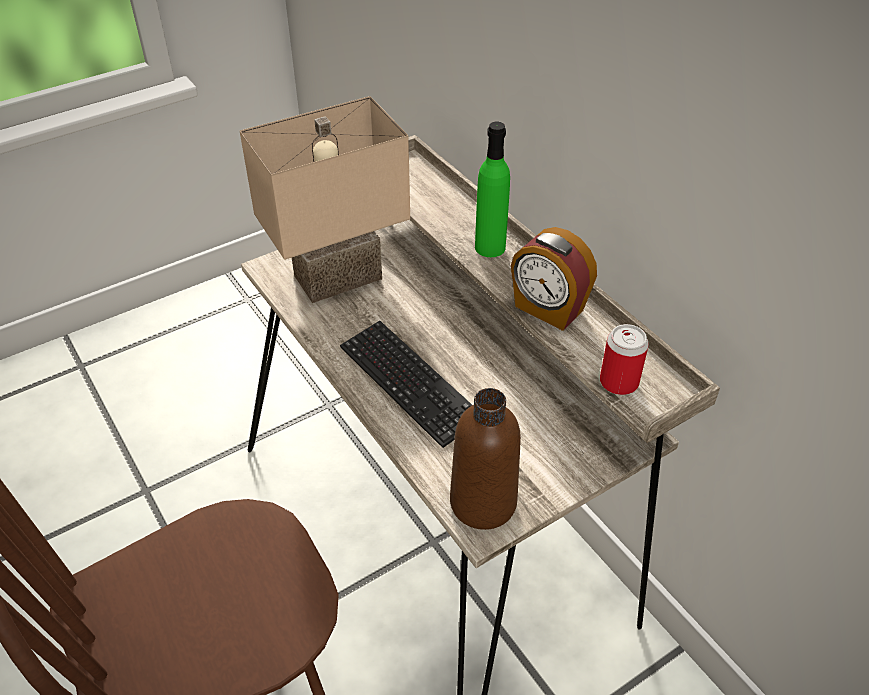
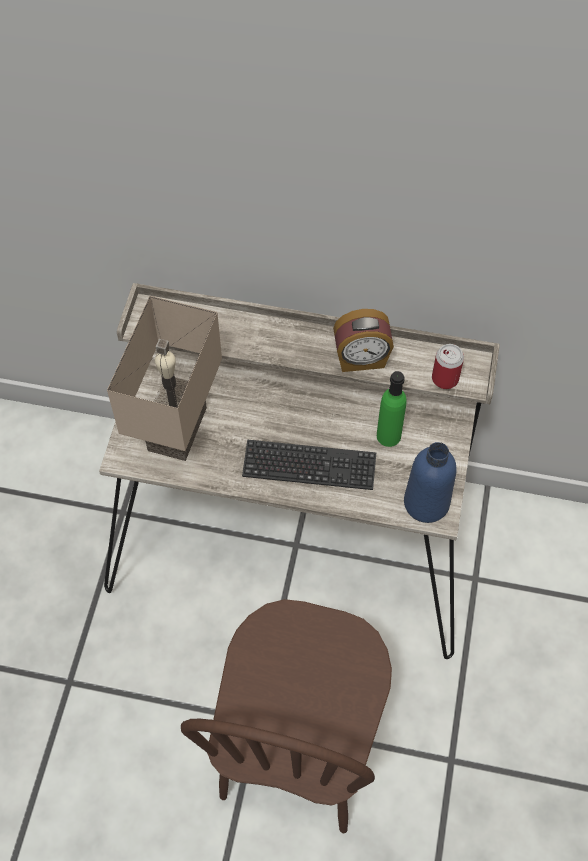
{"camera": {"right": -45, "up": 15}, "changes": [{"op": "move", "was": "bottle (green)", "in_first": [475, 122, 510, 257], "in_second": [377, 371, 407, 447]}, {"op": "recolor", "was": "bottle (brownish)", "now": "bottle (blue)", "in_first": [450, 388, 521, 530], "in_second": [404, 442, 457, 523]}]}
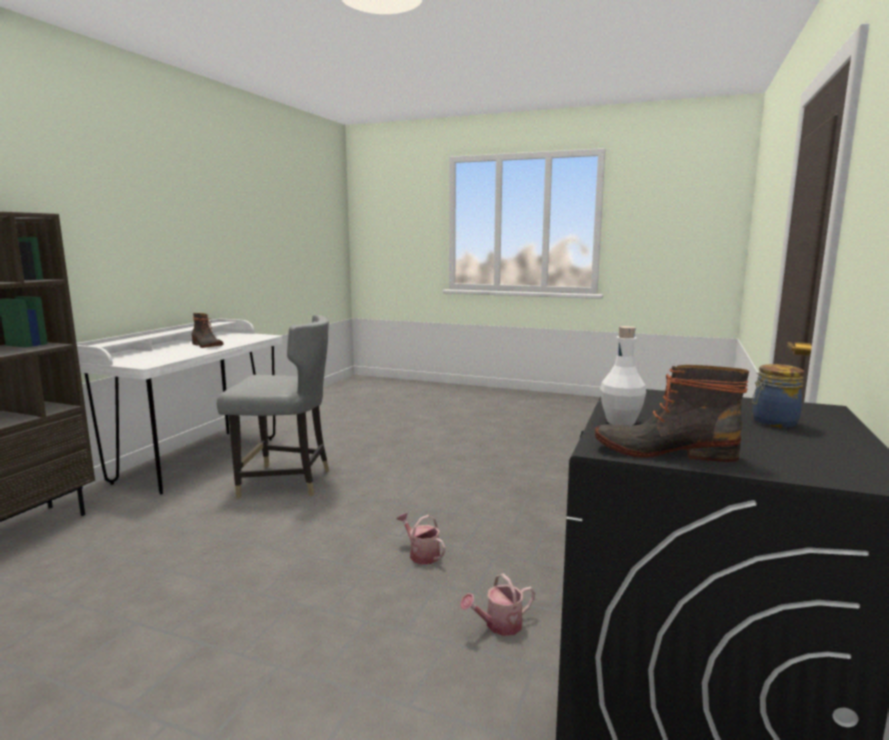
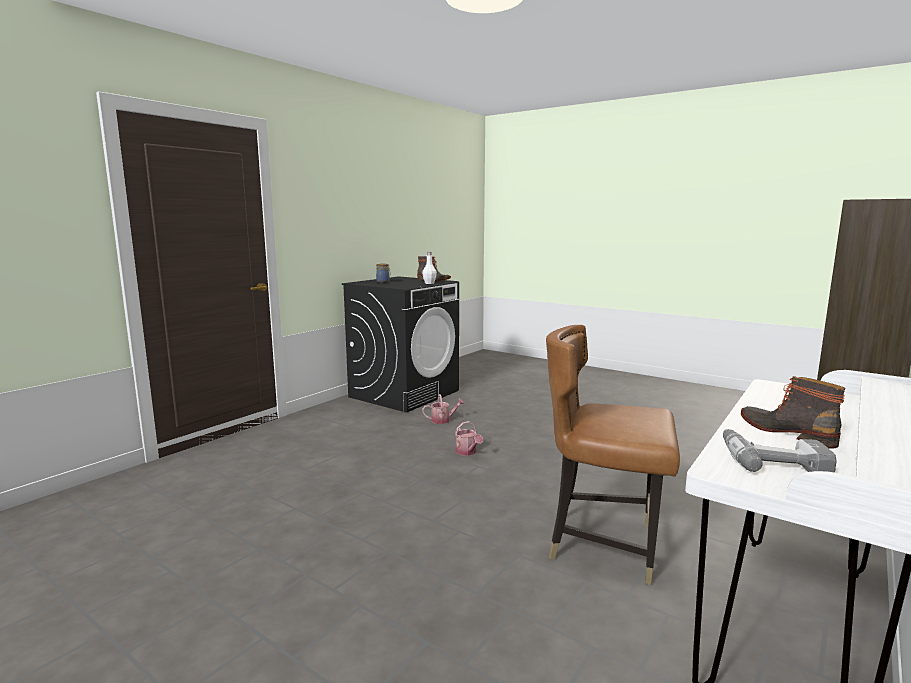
{"camera": {"right": -165, "up": 0}, "changes": [{"op": "insert", "now": "drill", "in_second": [723, 429, 837, 473]}, {"op": "recolor", "was": "chair (greyish)", "now": "chair (brownish)", "in_first": [217, 315, 329, 498], "in_second": [546, 325, 680, 585]}]}
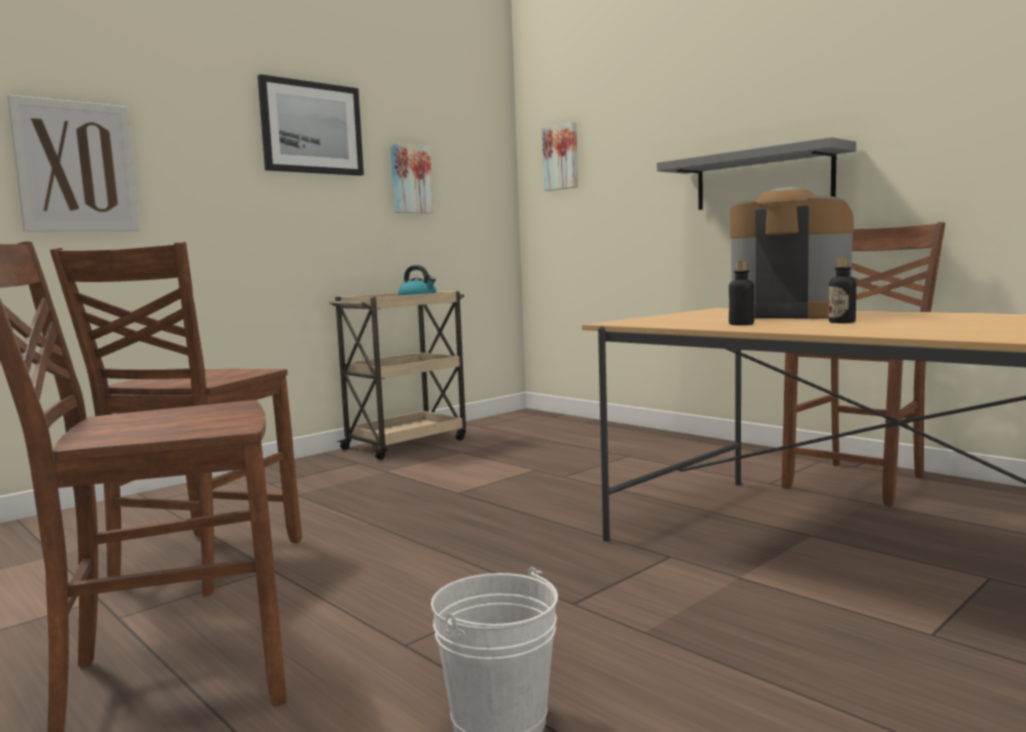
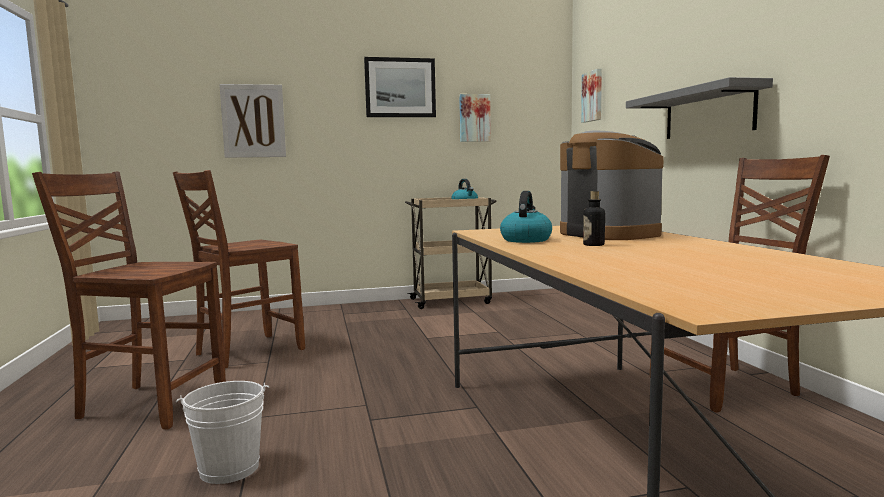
{"camera": {"right": 30, "up": 0}, "changes": [{"op": "replace", "was": "bottle", "now": "kettle", "in_first": [729, 261, 754, 325], "in_second": [500, 191, 552, 243]}]}
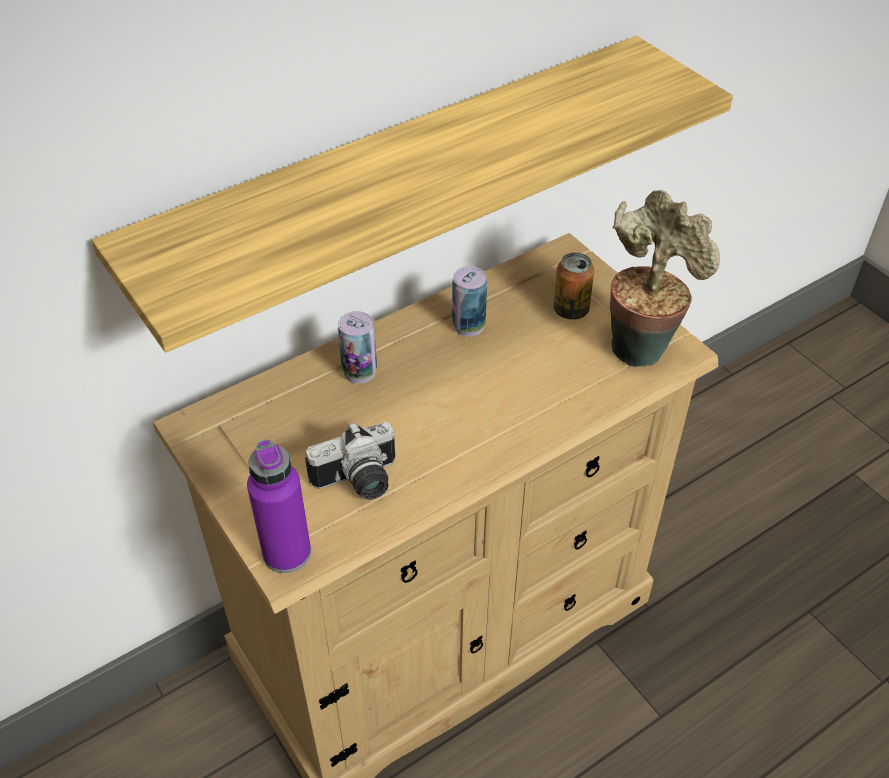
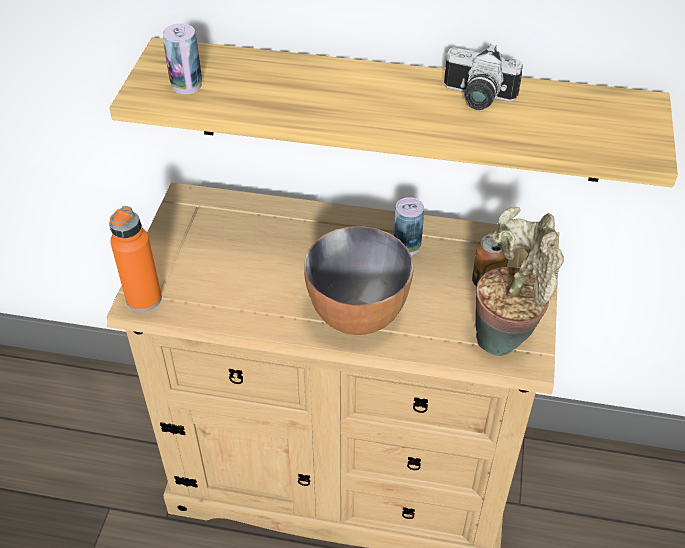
{"camera": {"right": 45, "up": 0}, "changes": [{"op": "insert", "now": "deep dish", "in_second": [304, 226, 414, 335]}, {"op": "move", "was": "photo camera", "in_first": [305, 422, 395, 500], "in_second": [444, 44, 523, 110]}, {"op": "move", "was": "can", "in_first": [338, 311, 377, 384], "in_second": [163, 23, 202, 94]}, {"op": "recolor", "was": "bottle (purple)", "now": "bottle (orangey)", "in_first": [247, 439, 311, 573], "in_second": [109, 206, 162, 312]}]}
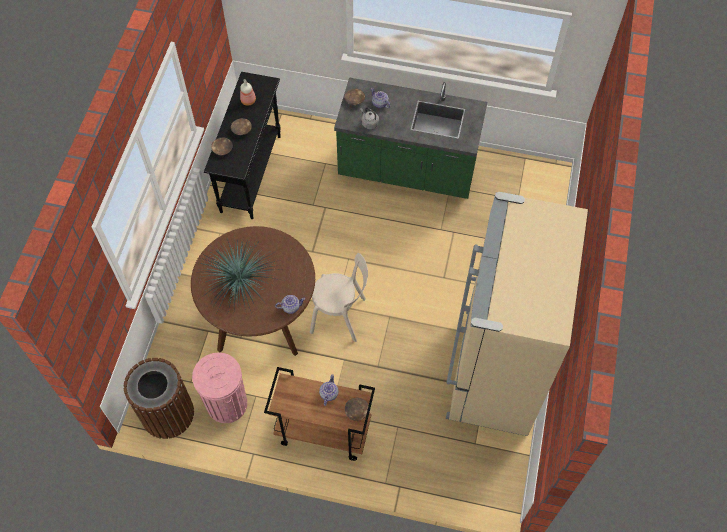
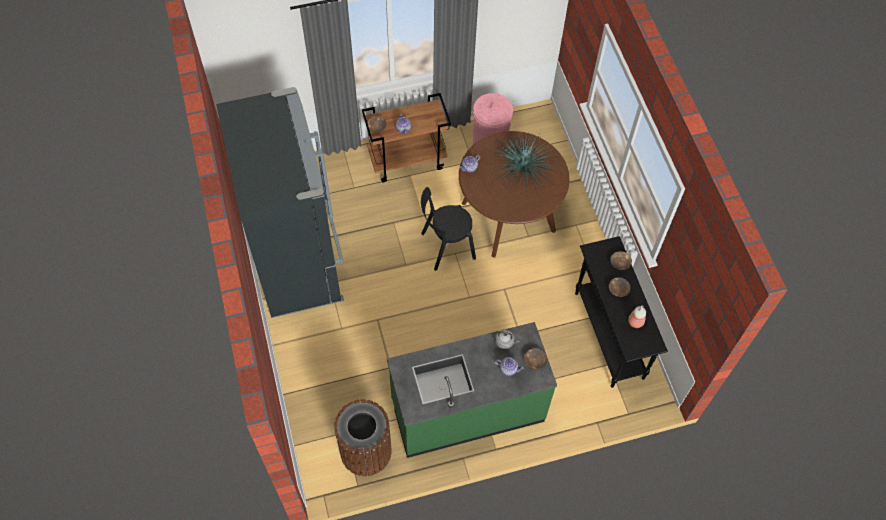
{"camera": {"right": 150, "up": 0}, "changes": [{"op": "move", "was": "trash can (brownish)", "in_first": [124, 358, 194, 439], "in_second": [334, 399, 392, 476]}, {"op": "recolor", "was": "chair (beige)", "now": "chair (blackish)", "in_first": [310, 253, 368, 342], "in_second": [421, 187, 476, 271]}, {"op": "recolor", "was": "refrigerator (beige)", "now": "refrigerator (blackish)", "in_first": [446, 192, 588, 436], "in_second": [216, 87, 344, 318]}]}
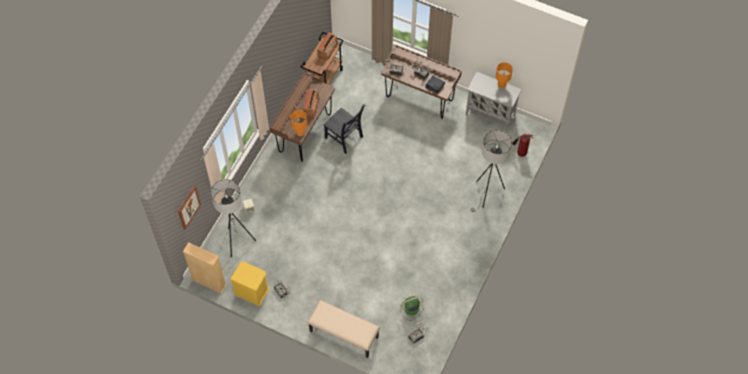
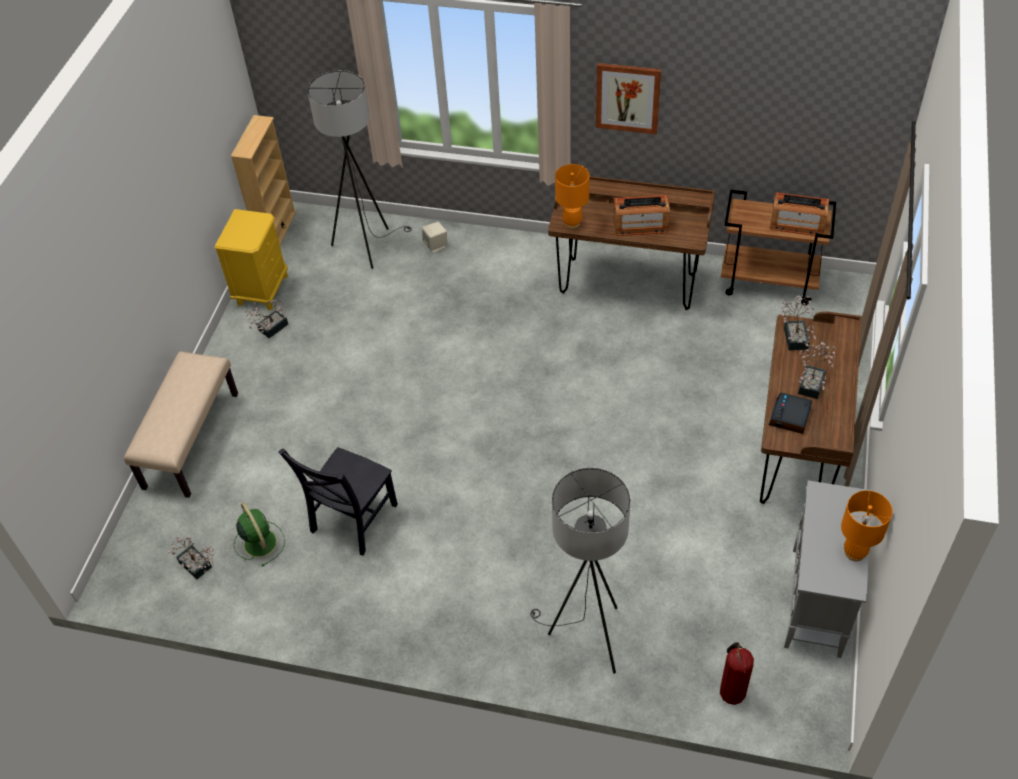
{"camera": {"right": 80, "up": -10}, "changes": [{"op": "move", "was": "wall picture", "in_first": [178, 186, 201, 230], "in_second": [596, 63, 661, 134]}, {"op": "move", "was": "chair (blackish)", "in_first": [324, 104, 365, 154], "in_second": [278, 447, 398, 556]}]}
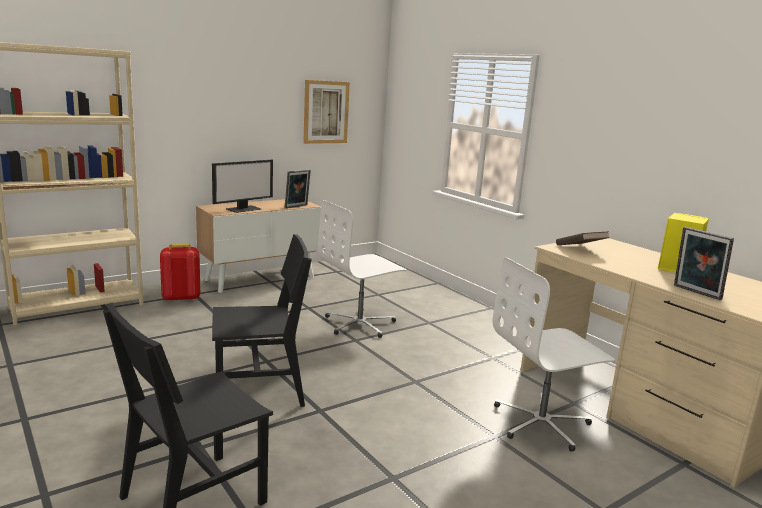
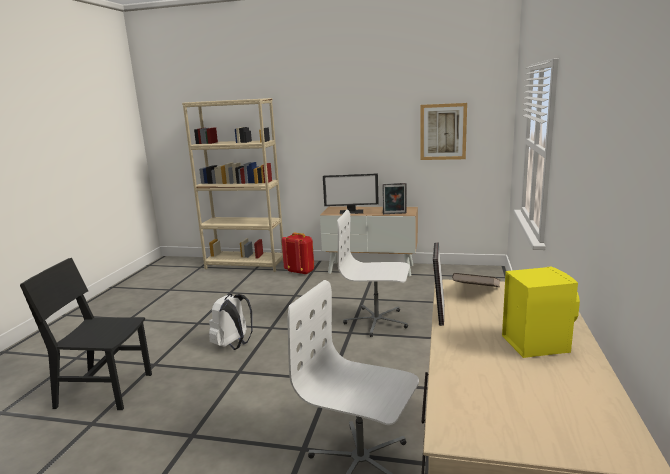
{"camera": {"right": 50, "up": 0}, "changes": [{"op": "move", "was": "standing frame", "in_first": [674, 227, 734, 300], "in_second": [433, 242, 444, 326]}, {"op": "replace", "was": "chair (blackish)", "now": "knapsack (white-coloured)", "in_first": [212, 234, 312, 407], "in_second": [209, 294, 253, 350]}]}
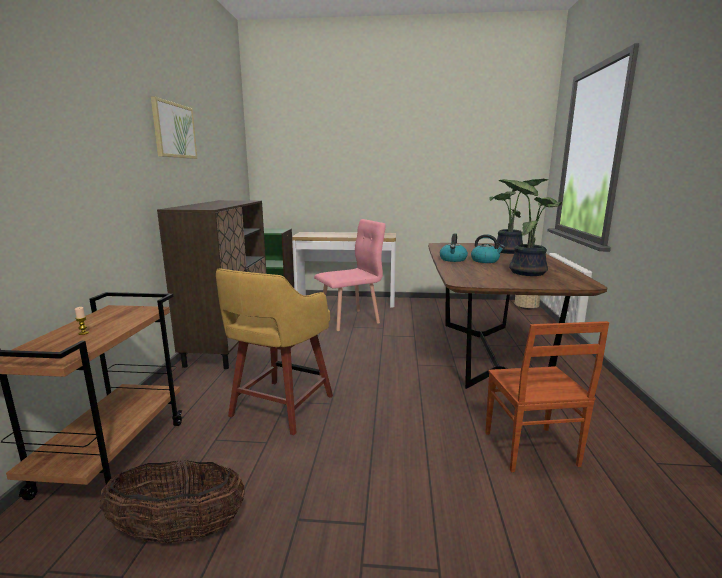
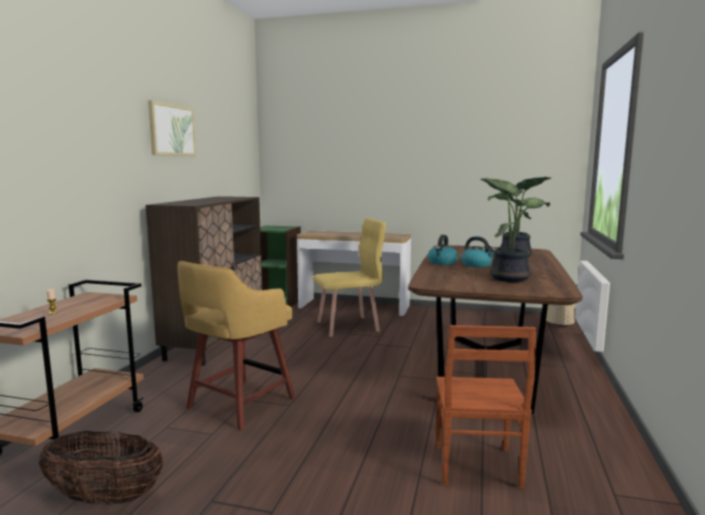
{"camera": {"right": 10, "up": -5}, "changes": [{"op": "recolor", "was": "chair (pinkish)", "now": "chair (yellow-coloured)", "in_first": [314, 219, 386, 331], "in_second": [313, 218, 386, 337]}]}
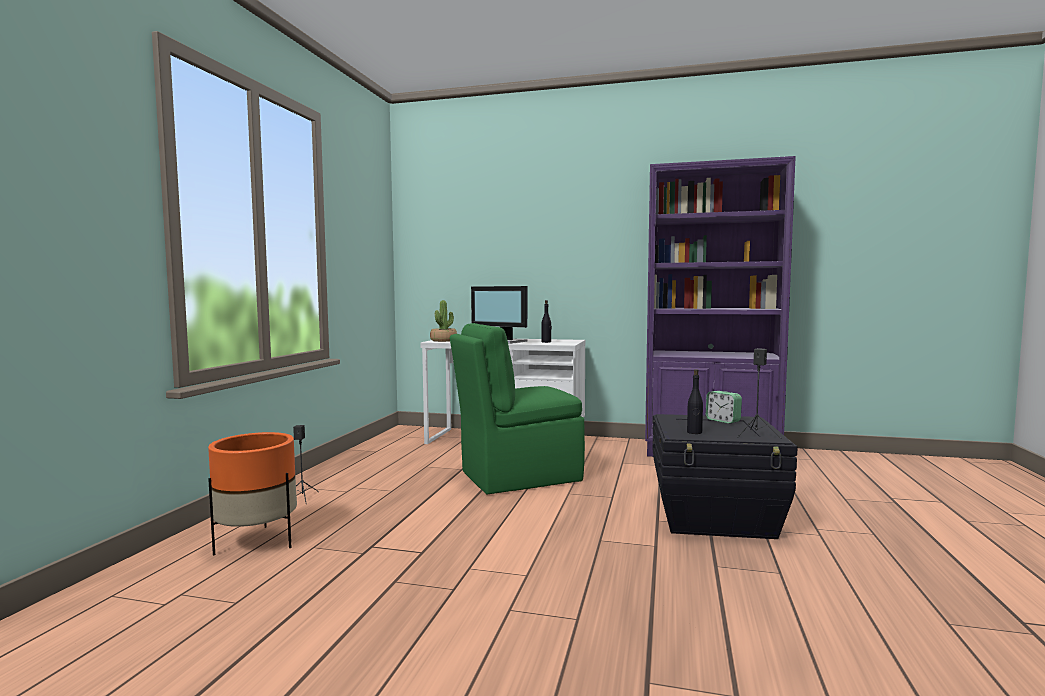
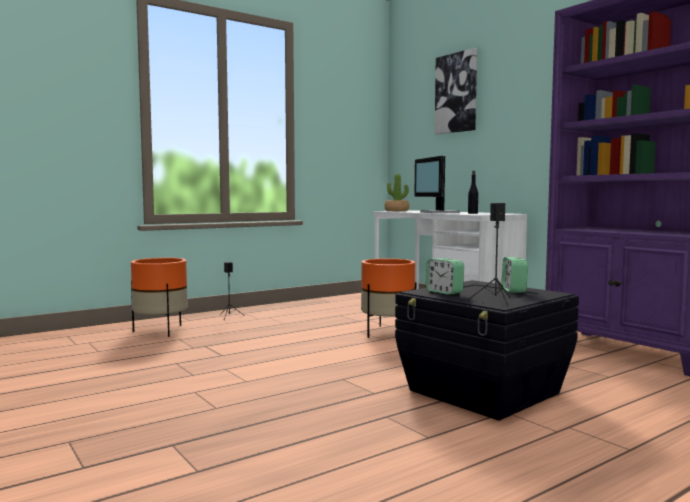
{"camera": {"right": 40, "up": 0}, "changes": [{"op": "insert", "now": "wall picture", "in_second": [435, 48, 477, 134]}, {"op": "replace", "was": "chair (green)", "now": "planter (orangey)", "in_first": [450, 323, 585, 495], "in_second": [361, 259, 416, 338]}, {"op": "replace", "was": "bottle (blackish)", "now": "alarm clock", "in_first": [687, 369, 703, 434], "in_second": [426, 258, 464, 295]}]}
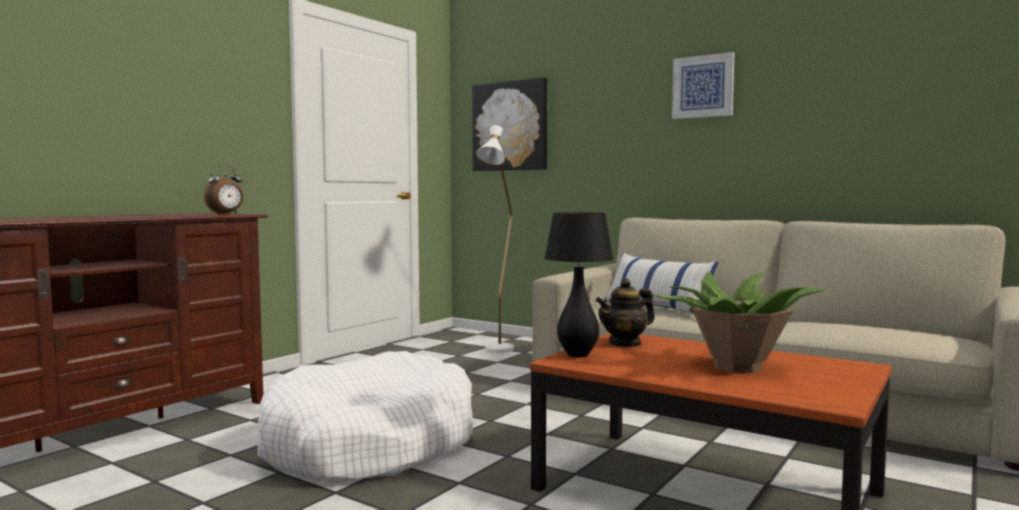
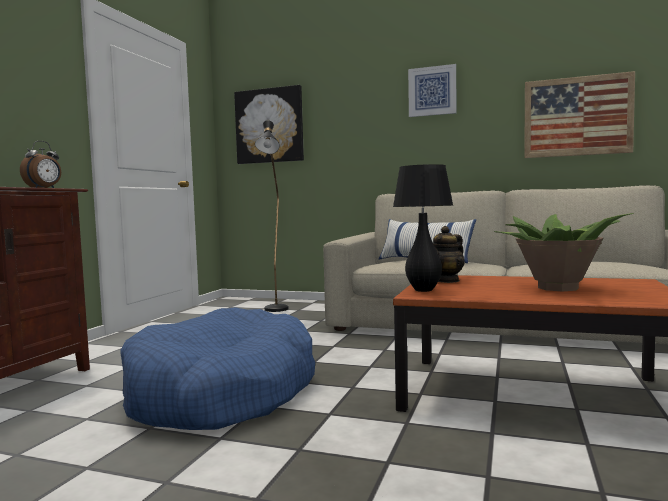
{"camera": {"right": -15, "up": 0}, "changes": [{"op": "insert", "now": "wall picture", "in_second": [524, 71, 635, 158]}, {"op": "recolor", "was": "dog bed (white-coloured)", "now": "dog bed (blue)", "in_first": [258, 351, 473, 483], "in_second": [121, 307, 315, 430]}, {"op": "recolor", "was": "standing lamp (white-coloured)", "now": "standing lamp (blackish)", "in_first": [476, 125, 514, 353], "in_second": [255, 120, 289, 312]}]}
